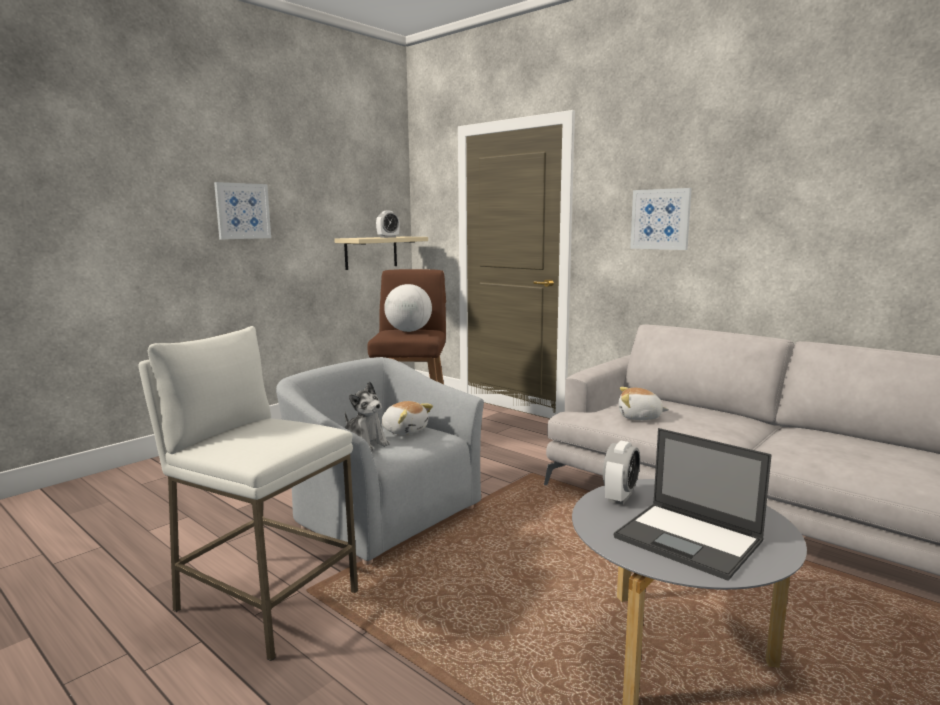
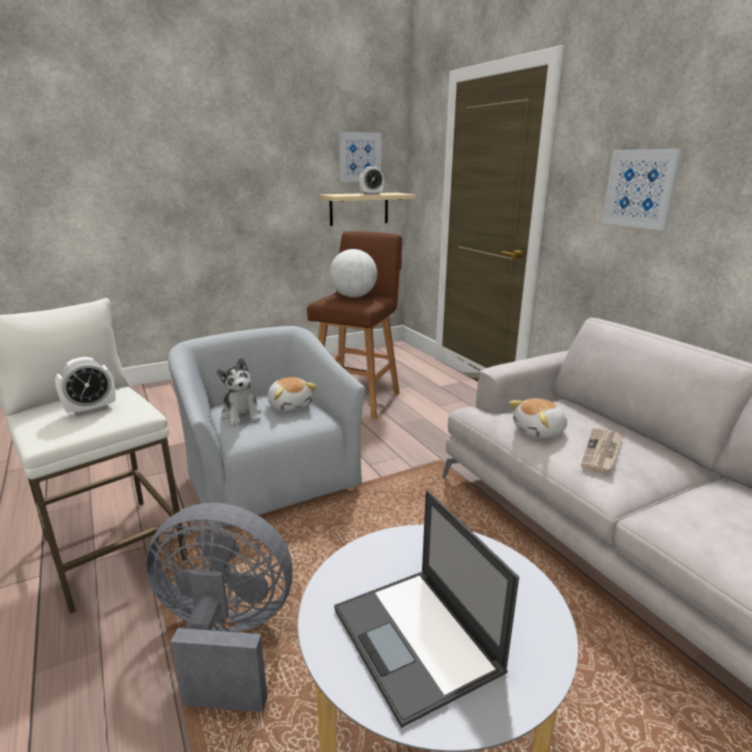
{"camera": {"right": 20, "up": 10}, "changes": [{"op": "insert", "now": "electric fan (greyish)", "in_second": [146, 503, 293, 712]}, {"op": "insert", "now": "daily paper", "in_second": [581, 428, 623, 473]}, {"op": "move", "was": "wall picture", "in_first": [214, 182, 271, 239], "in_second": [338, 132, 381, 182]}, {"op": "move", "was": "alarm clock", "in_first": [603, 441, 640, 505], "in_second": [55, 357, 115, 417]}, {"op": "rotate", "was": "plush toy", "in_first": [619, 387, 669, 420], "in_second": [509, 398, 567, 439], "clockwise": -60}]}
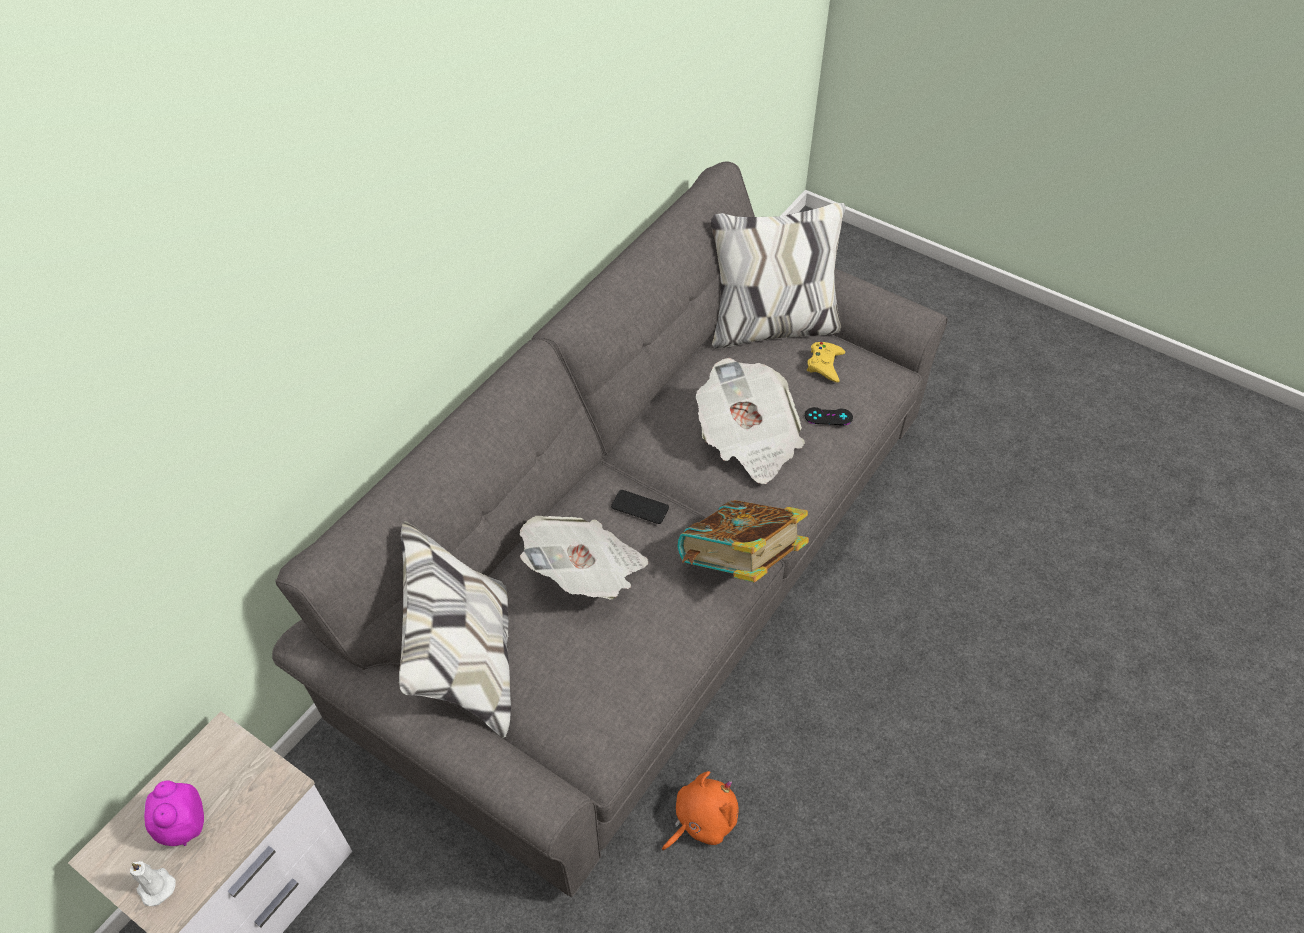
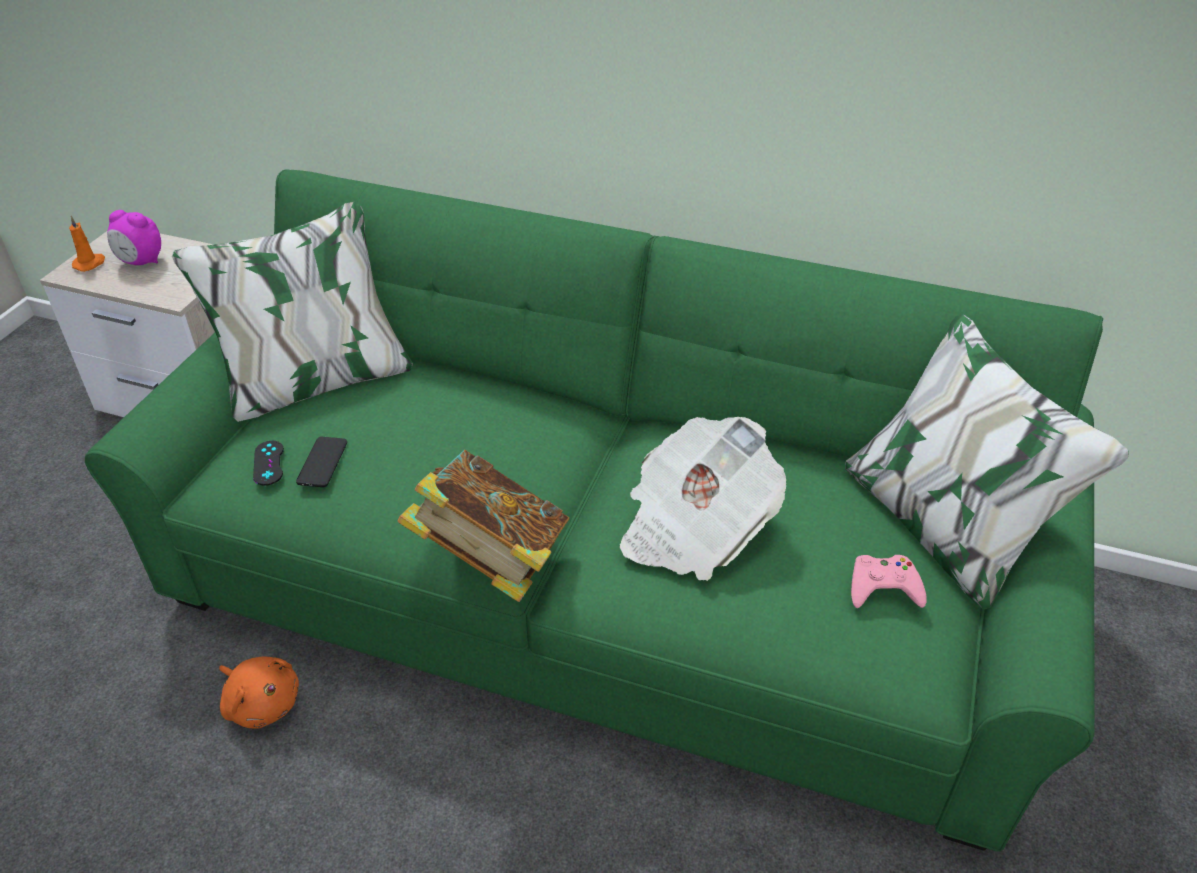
{"camera": {"right": 75, "up": -10}, "changes": [{"op": "delete", "was": "daily paper", "in_first": [519, 516, 648, 600]}, {"op": "move", "was": "telephone", "in_first": [611, 490, 669, 524], "in_second": [296, 437, 347, 487]}, {"op": "move", "was": "joypad (blackish)", "in_first": [805, 407, 853, 425], "in_second": [253, 441, 284, 486]}, {"op": "recolor", "was": "wax candle (white-coloured)", "now": "wax candle (orangey)", "in_first": [130, 861, 175, 906], "in_second": [69, 216, 105, 272]}, {"op": "recolor", "was": "couch (greyish)", "now": "couch (green)", "in_first": [272, 161, 948, 897], "in_second": [85, 169, 1129, 852]}, {"op": "recolor", "was": "joypad (yellow-coloured)", "now": "joypad (pinkish)", "in_first": [807, 342, 845, 382], "in_second": [851, 555, 927, 608]}, {"op": "rotate", "was": "alarm clock", "in_first": [144, 780, 204, 846], "in_second": [107, 210, 161, 265], "clockwise": -135}]}
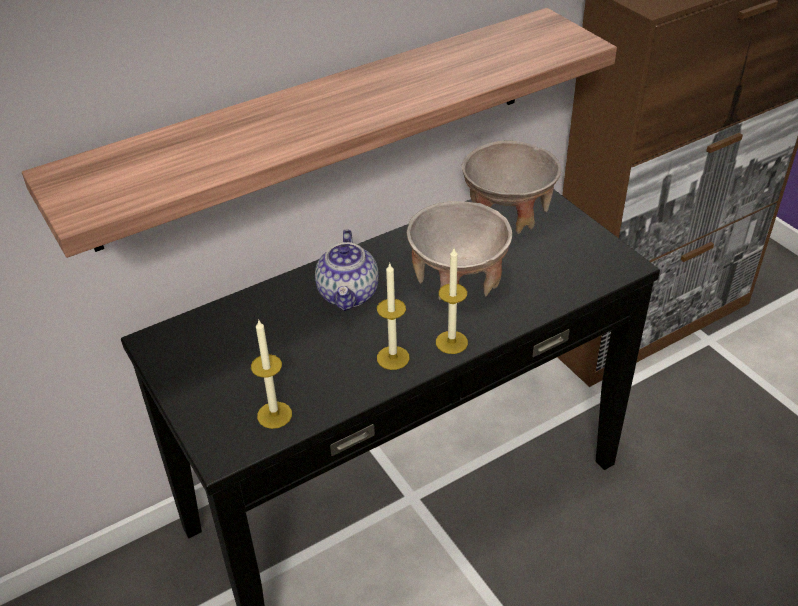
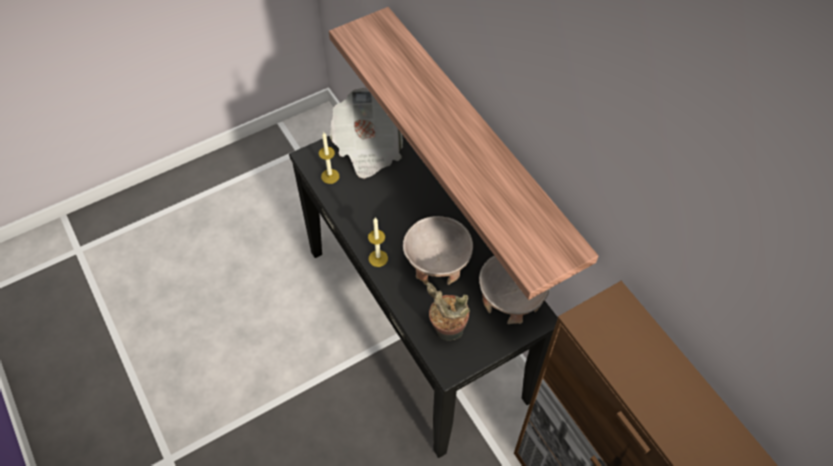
{"camera": {"right": 90, "up": 15}, "changes": [{"op": "delete", "was": "tea pot", "in_first": [315, 229, 379, 311]}, {"op": "delete", "was": "wax candle", "in_first": [377, 264, 410, 370]}, {"op": "insert", "now": "daily paper", "in_second": [330, 88, 403, 179]}, {"op": "insert", "now": "plant in a pot", "in_second": [426, 282, 470, 341]}]}
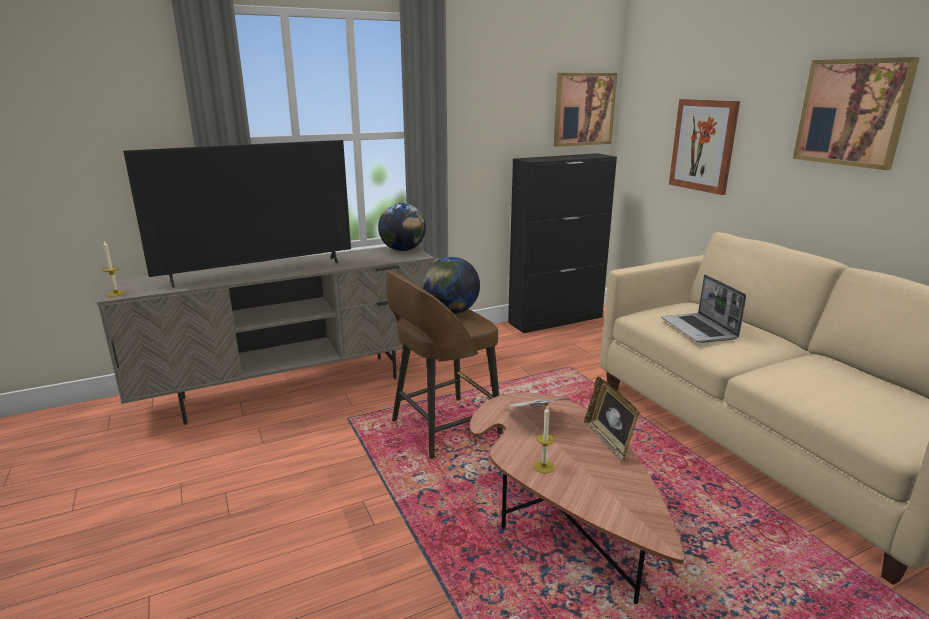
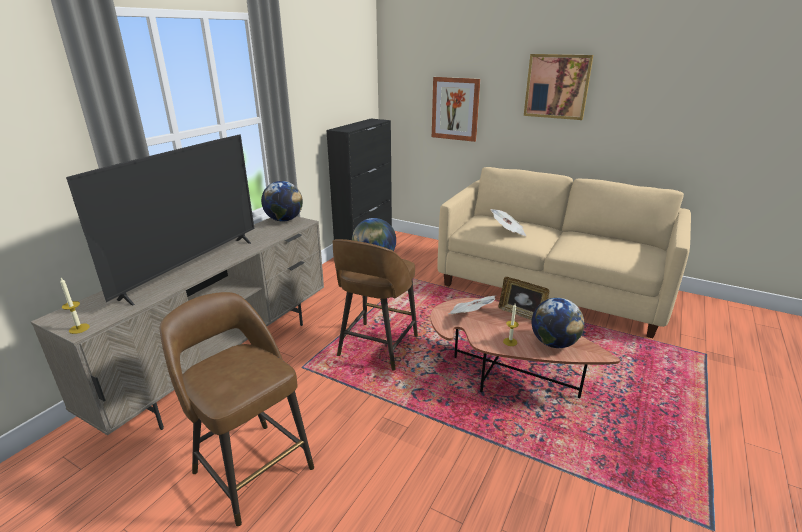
{"camera": {"right": -35, "up": 5}, "changes": [{"op": "delete", "was": "wall picture", "in_first": [554, 73, 617, 147]}, {"op": "insert", "now": "stool (brownish)", "in_second": [160, 292, 314, 526]}, {"op": "insert", "now": "globe", "in_second": [532, 298, 584, 348]}, {"op": "replace", "was": "portable computer", "now": "daily paper", "in_first": [661, 275, 746, 343], "in_second": [491, 209, 526, 236]}]}
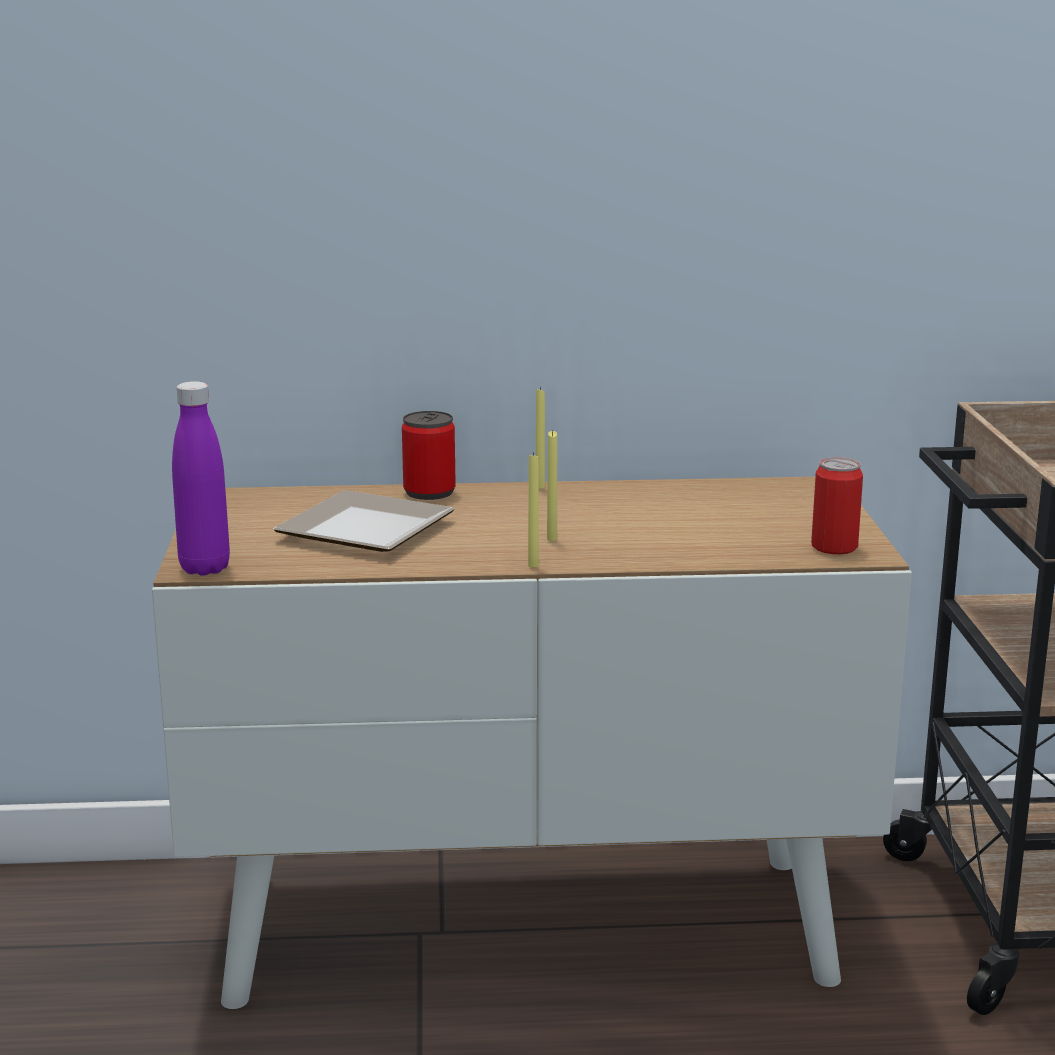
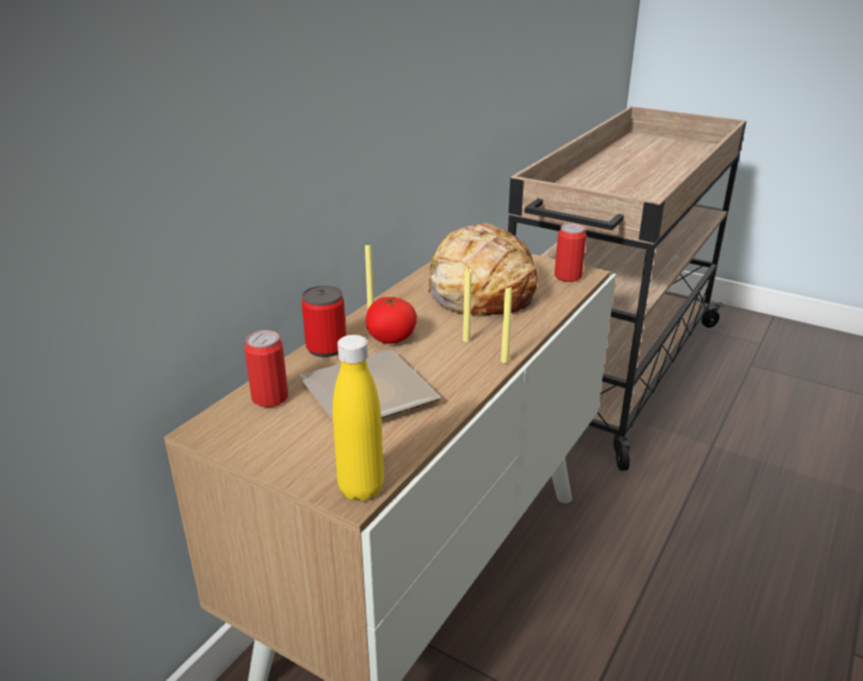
{"camera": {"right": -55, "up": 10}, "changes": [{"op": "insert", "now": "can", "in_second": [245, 330, 288, 407]}, {"op": "insert", "now": "whole tomato", "in_second": [366, 296, 417, 344]}, {"op": "insert", "now": "baked bread", "in_second": [428, 223, 538, 315]}, {"op": "recolor", "was": "bottle (purple)", "now": "bottle (yellow-coloured)", "in_first": [172, 381, 230, 576], "in_second": [332, 335, 384, 501]}]}
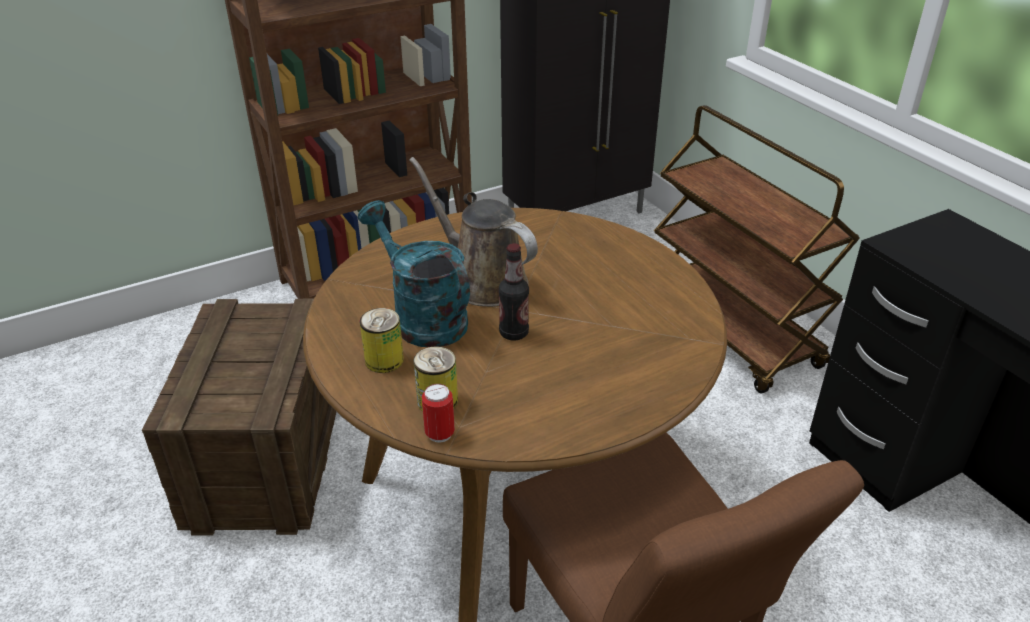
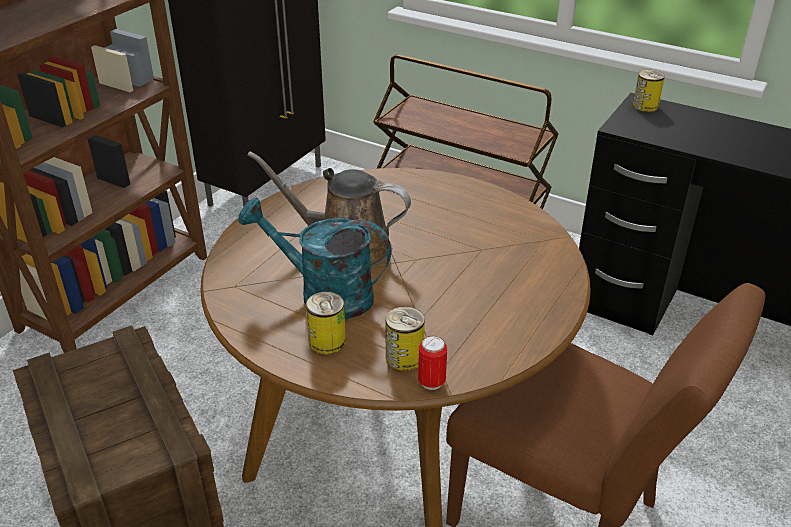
{"camera": {"right": -30, "up": 0}, "changes": [{"op": "delete", "was": "bottle", "in_first": [498, 243, 529, 341]}, {"op": "insert", "now": "can", "in_second": [633, 70, 665, 112]}]}
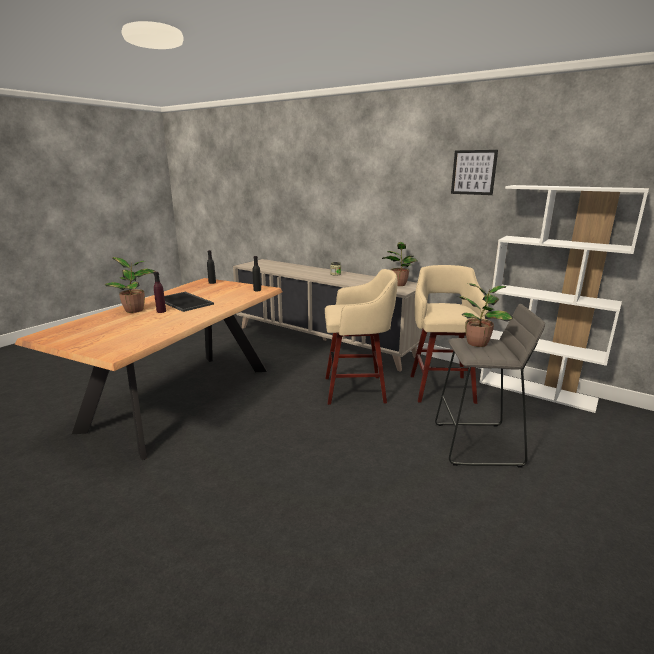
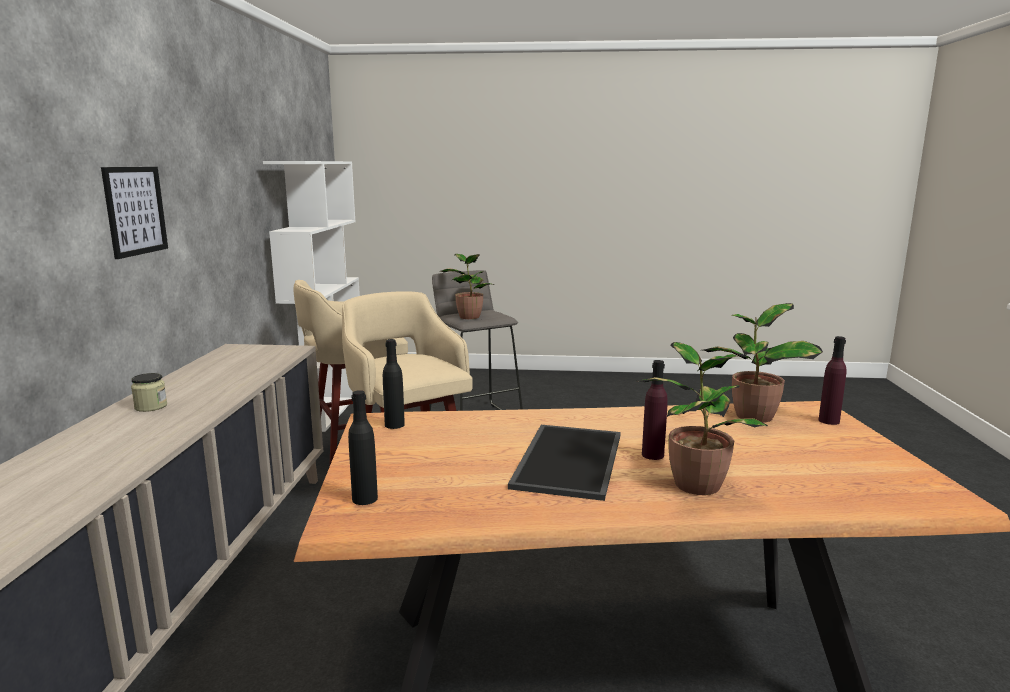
{"camera": {"right": -120, "up": -5}, "changes": [{"op": "insert", "now": "bottle (purple)", "in_second": [819, 336, 846, 425]}, {"op": "move", "was": "plant in a pot", "in_first": [382, 242, 418, 286], "in_second": [703, 303, 823, 423]}, {"op": "move", "was": "wall picture", "in_first": [451, 150, 498, 195], "in_second": [101, 167, 168, 259]}]}
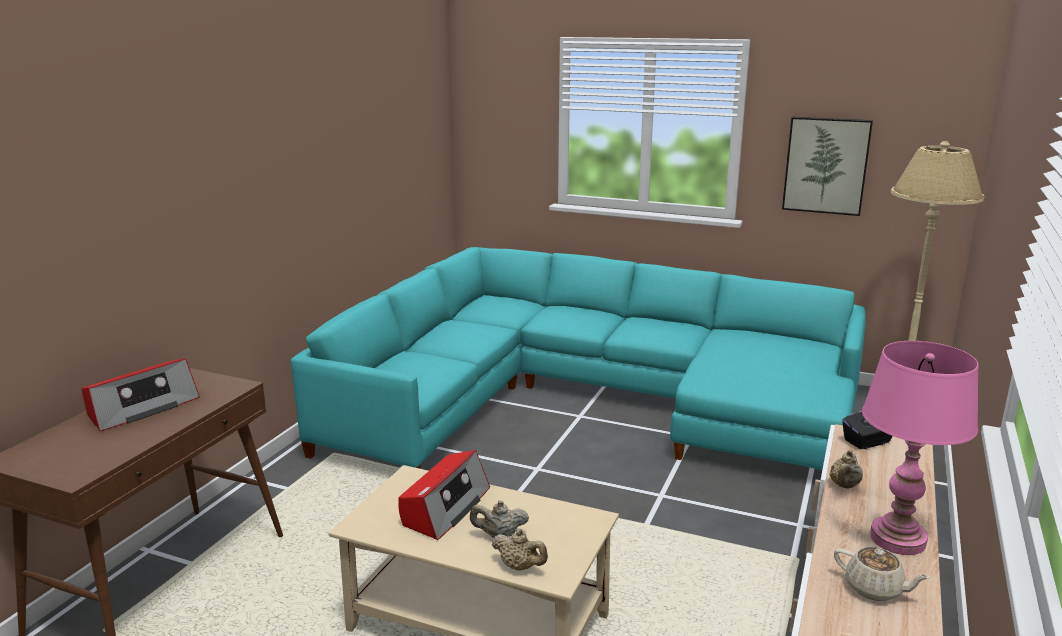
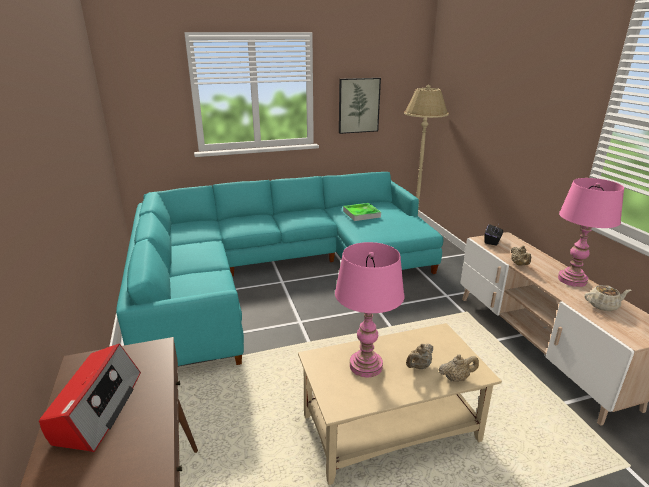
{"camera": {"right": -40, "up": 5}, "changes": [{"op": "insert", "now": "serving tray", "in_second": [343, 203, 381, 221]}, {"op": "replace", "was": "radio receiver", "now": "lamp for a table (pinkish)", "in_first": [398, 450, 490, 540], "in_second": [335, 242, 405, 377]}]}
